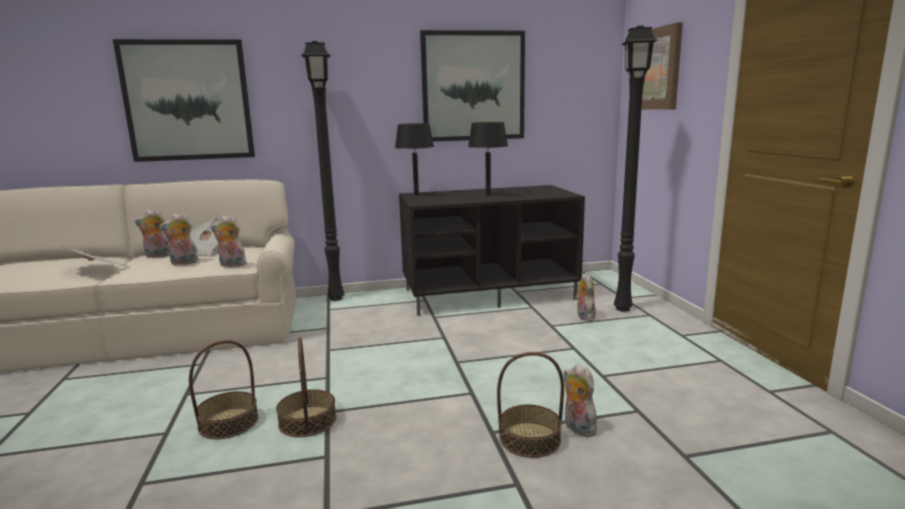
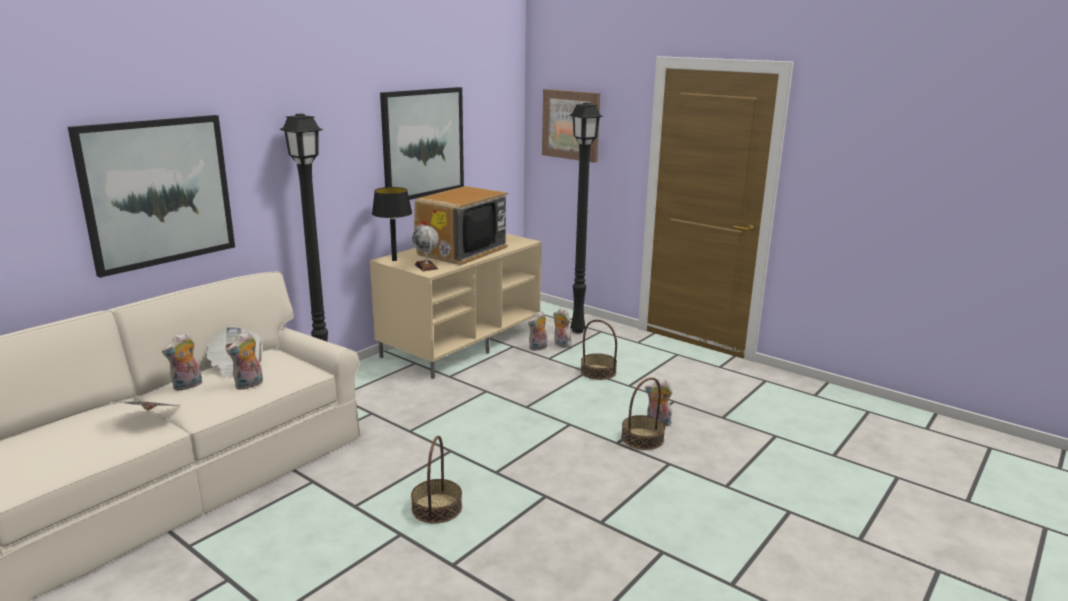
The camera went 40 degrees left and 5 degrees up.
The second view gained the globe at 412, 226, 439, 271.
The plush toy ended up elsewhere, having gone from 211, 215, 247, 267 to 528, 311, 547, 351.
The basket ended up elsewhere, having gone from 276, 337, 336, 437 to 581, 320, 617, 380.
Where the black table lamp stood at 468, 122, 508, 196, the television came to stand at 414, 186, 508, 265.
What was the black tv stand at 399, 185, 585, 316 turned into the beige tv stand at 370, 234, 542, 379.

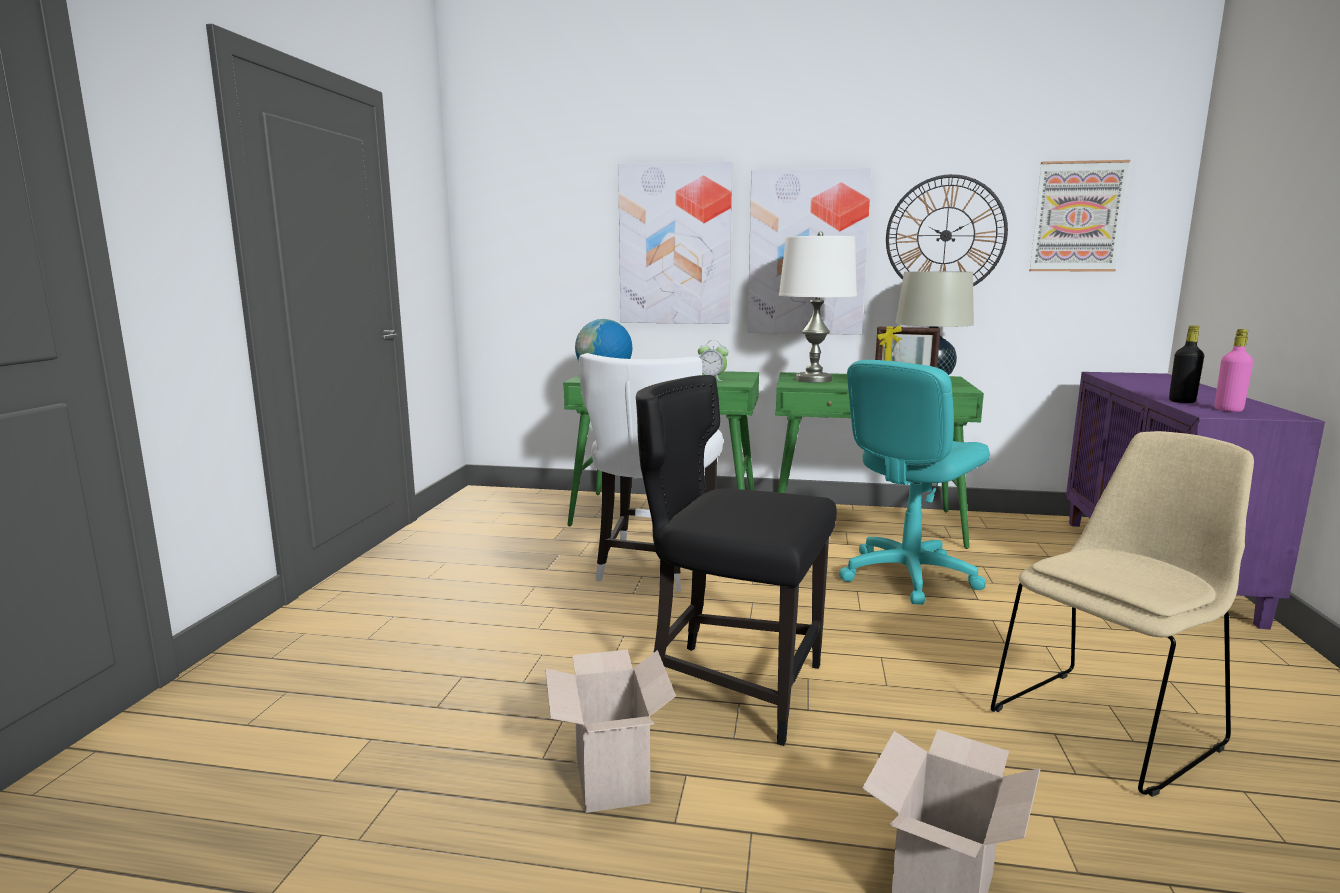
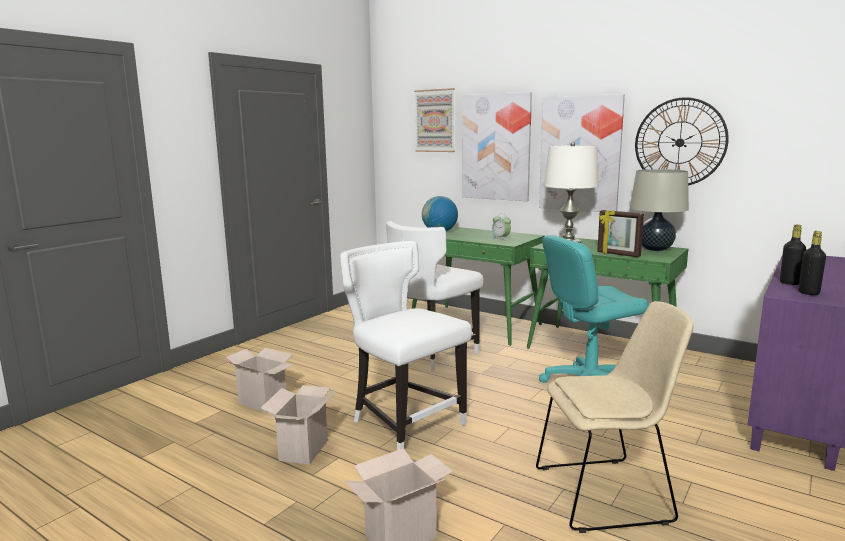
The camera went 25 degrees right and 0 degrees up.
The second view gained the cardboard box at 225, 348, 294, 413.
The picture ended up elsewhere, having gone from 1029, 160, 1130, 271 to 414, 88, 455, 152.
What was the black chair at 636, 375, 837, 746 turned into the white chair at 340, 241, 472, 450.
What was the pink bottle at 1215, 329, 1253, 412 turned into the black bottle at 799, 231, 826, 295.

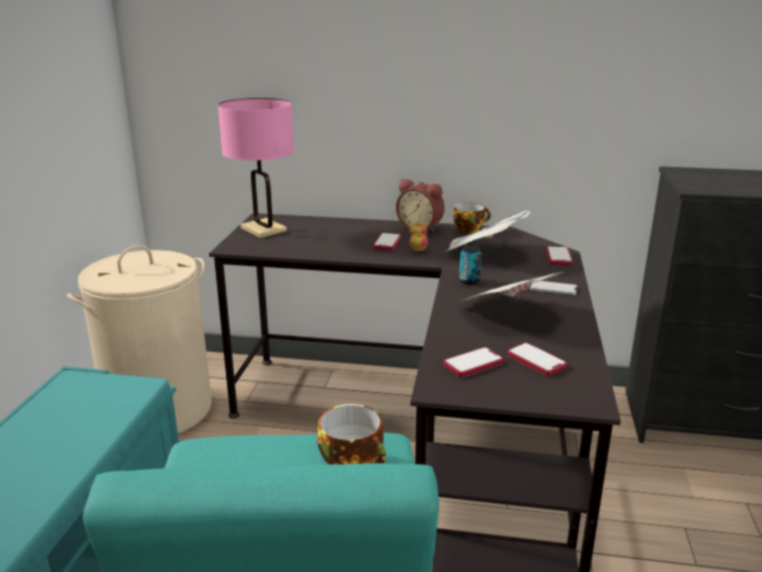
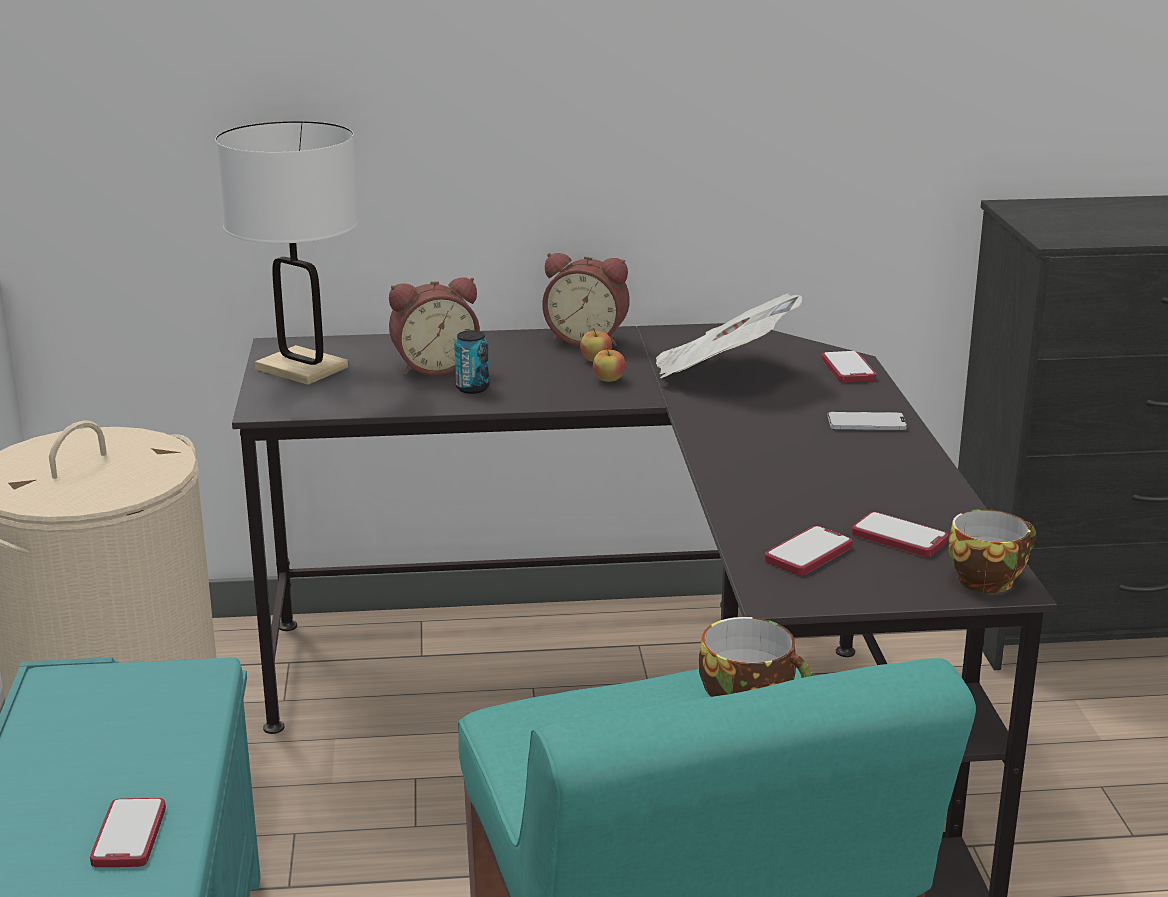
The camera went 15 degrees left and 0 degrees up.
The second view lost the newspaper at 458, 272, 564, 302.
The second view gained the alarm clock at 389, 277, 480, 376.
The phone ended up elsewhere, having gone from 373, 233, 401, 251 to 90, 798, 166, 867.
The cup ended up elsewhere, having gone from 453, 203, 491, 234 to 948, 509, 1036, 593.
The can ended up elsewhere, having gone from 459, 246, 482, 285 to 454, 330, 489, 394.
What was the pink table lamp at 218, 98, 294, 238 turned into the white table lamp at 215, 121, 359, 385.

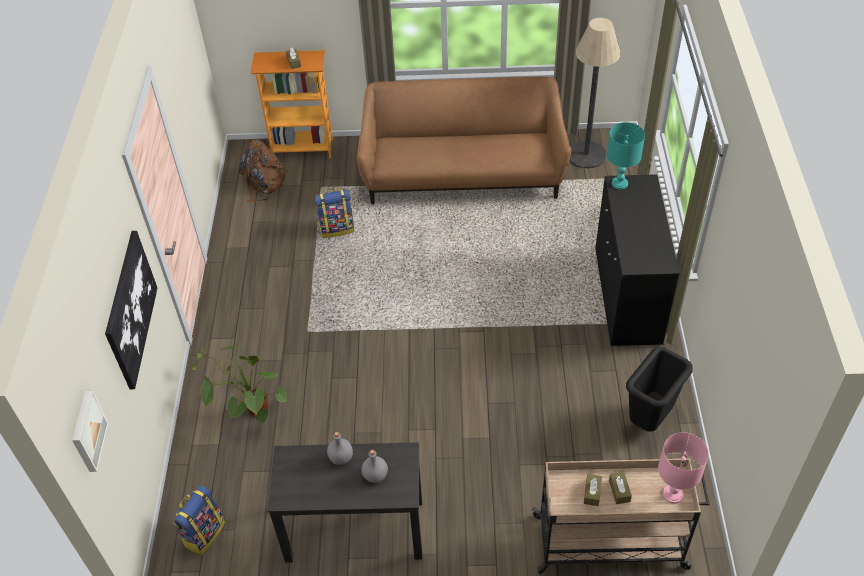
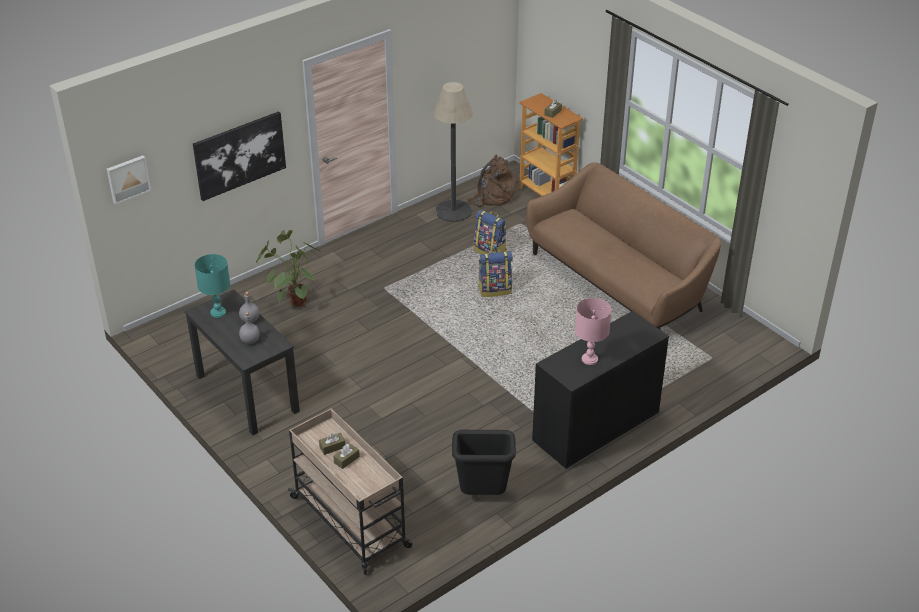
The camera went 50 degrees right and 10 degrees down.
The backpack ended up elsewhere, having gone from 173, 486, 225, 555 to 478, 250, 513, 297.
The floor lamp ended up elsewhere, having gone from 570, 18, 620, 168 to 433, 82, 473, 222.
The turquoise table lamp ended up elsewhere, having gone from 607, 122, 645, 190 to 194, 254, 230, 318.
The pink table lamp ended up elsewhere, having gone from 658, 432, 709, 504 to 575, 298, 611, 365.

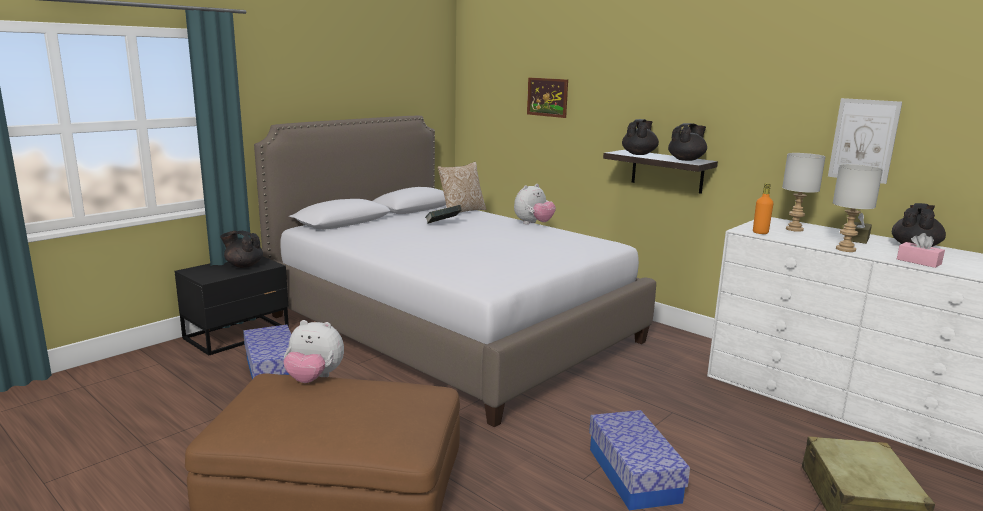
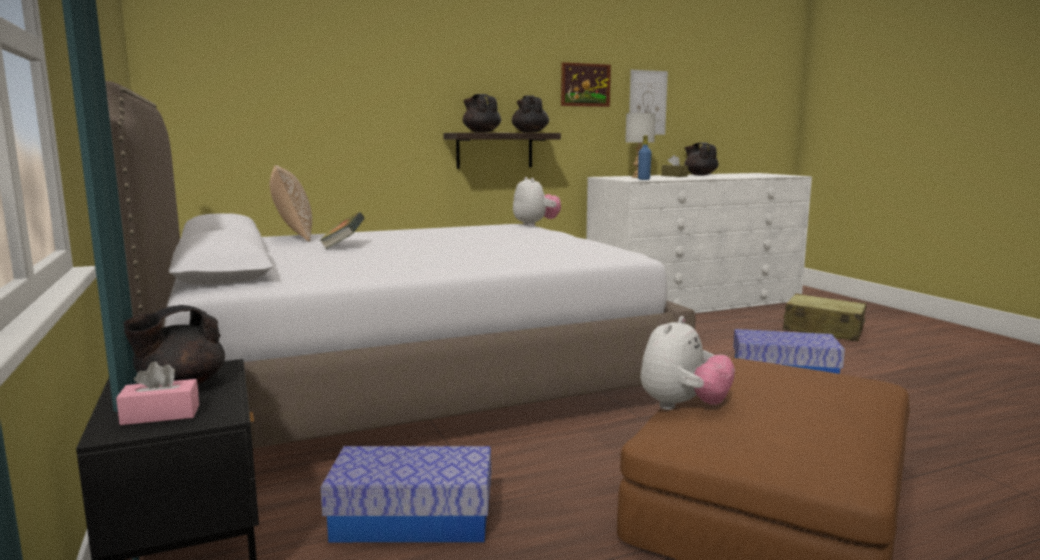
The camera went 65 degrees left and 5 degrees down.
The second view lost the grey table lamp at 833, 164, 883, 252.
The plush toy ended up elsewhere, having gone from 514, 184, 556, 224 to 513, 177, 561, 226.
The picture ended up elsewhere, having gone from 527, 77, 568, 118 to 561, 62, 611, 107.
The pink tissue box ended up elsewhere, having gone from 897, 233, 945, 268 to 116, 361, 199, 425.
What was the orange bottle at 753, 183, 774, 234 turned into the blue bottle at 638, 135, 652, 180.

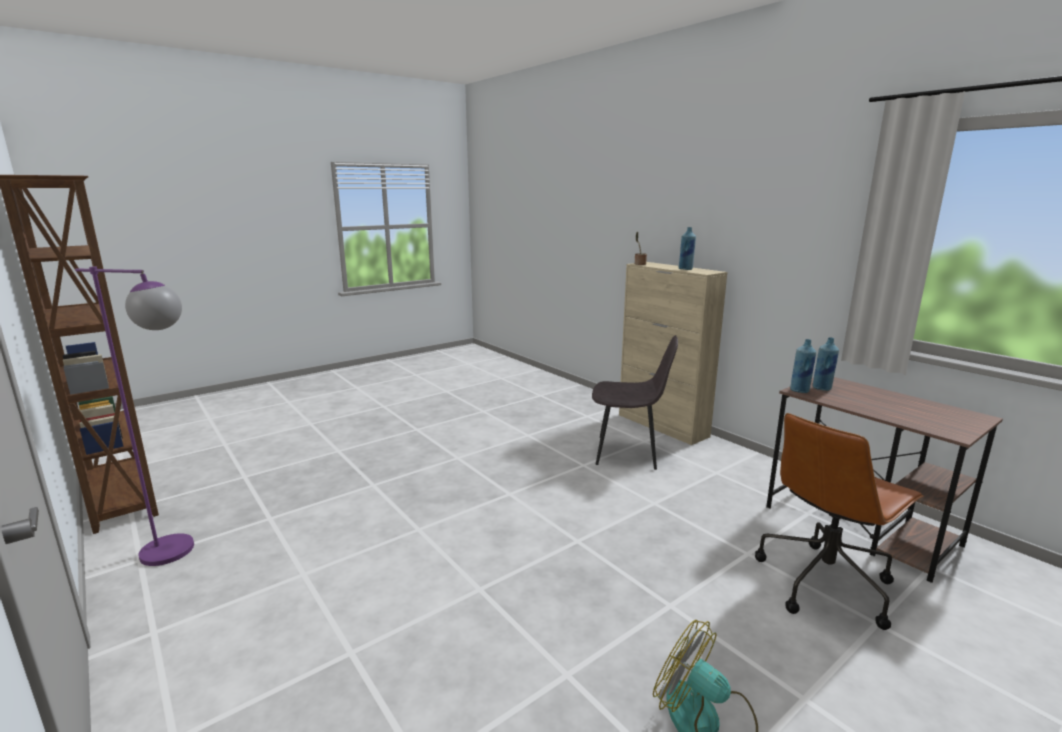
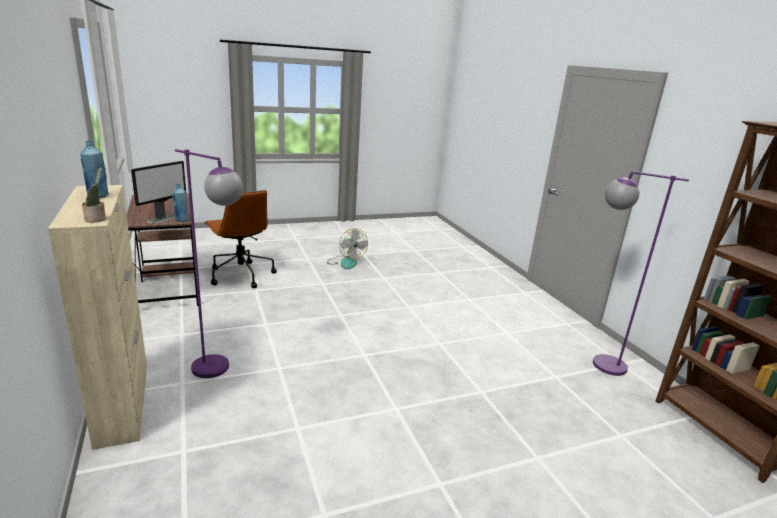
The camera went 165 degrees left and 5 degrees up.
Where the grey chair stood at 592, 335, 678, 470, the purple floor lamp came to stand at 175, 149, 243, 378.
Where the blue bottle stood at 813, 337, 839, 391, the monitor came to stand at 131, 161, 186, 224.
The brown office chair at 755, 413, 924, 630 ended up facing another way, 75 degrees clockwise from before.

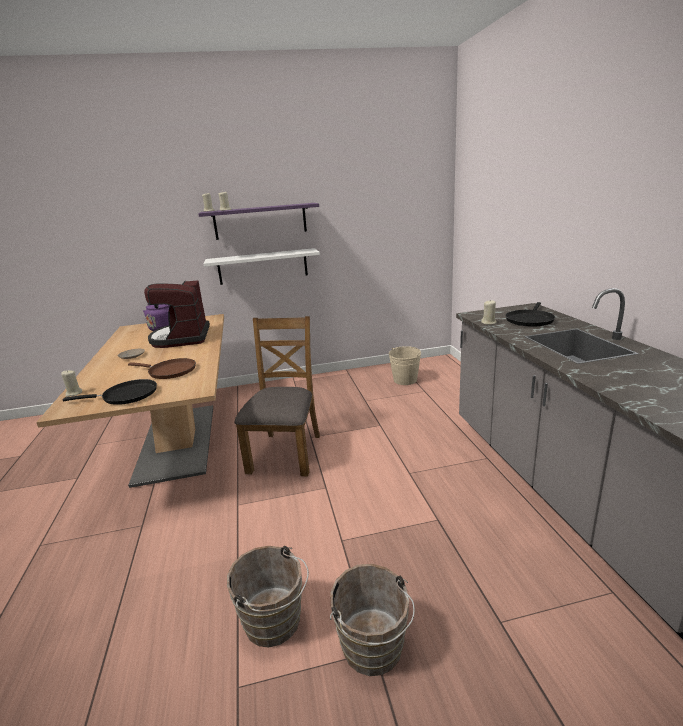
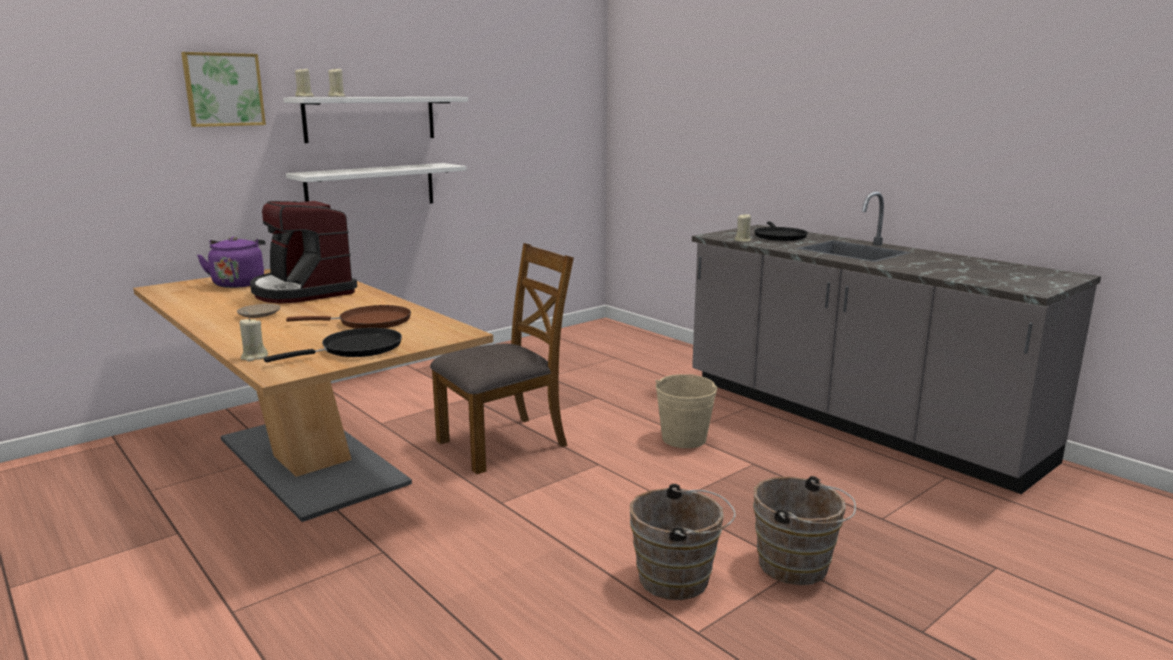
The camera went 30 degrees left and 5 degrees down.
The second view gained the picture at 181, 52, 266, 127.
The beige bucket ended up elsewhere, having gone from 389, 346, 421, 385 to 655, 374, 718, 448.
What was the purple shelf at 198, 203, 319, 240 turned into the white shelf at 283, 97, 468, 143.
The brown chair at 235, 316, 320, 476 ended up facing another way, 75 degrees clockwise from before.

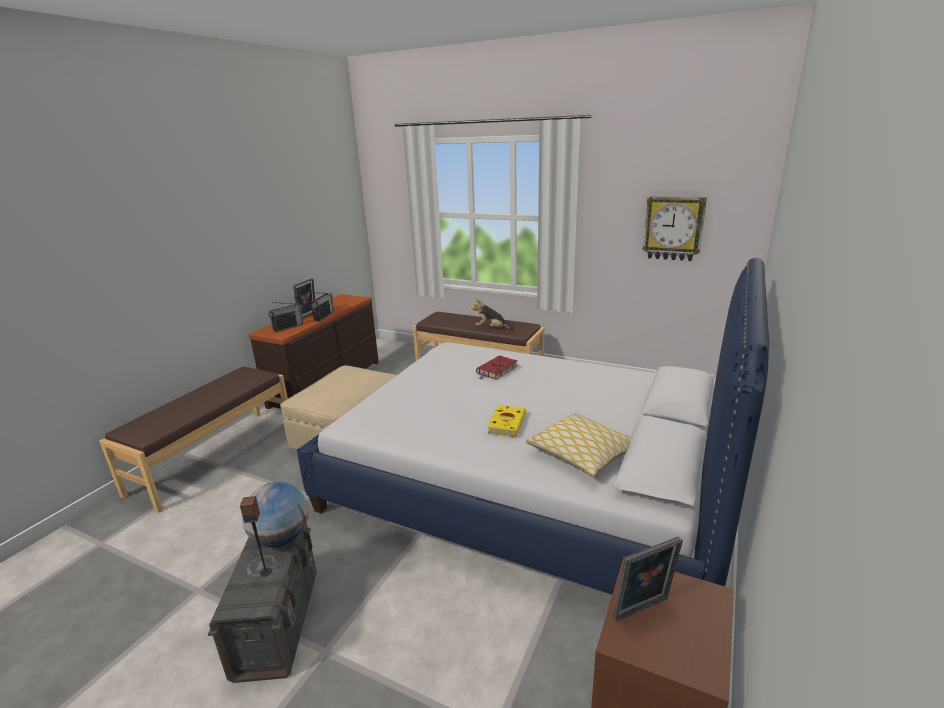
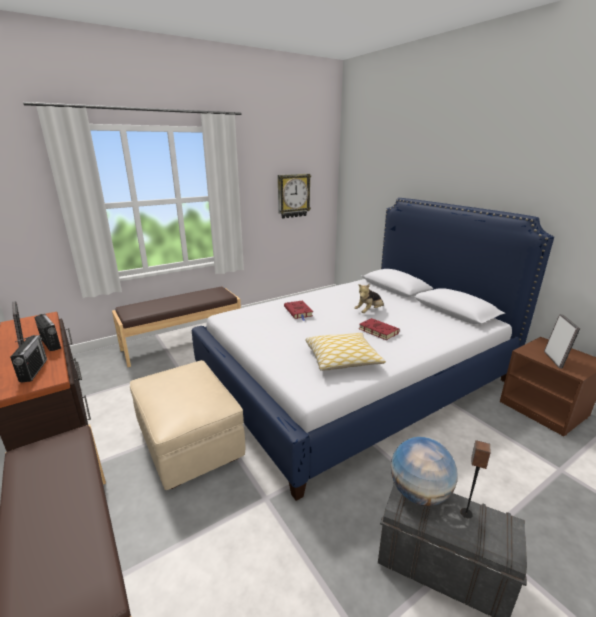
The camera went 60 degrees left and 0 degrees up.
The plush toy ended up elsewhere, having gone from 471, 298, 514, 331 to 354, 284, 384, 313.
The pillow ended up elsewhere, having gone from 526, 413, 632, 477 to 305, 333, 386, 371.
What was the yellow book at 487, 405, 526, 437 turned into the red book at 359, 318, 400, 340.

